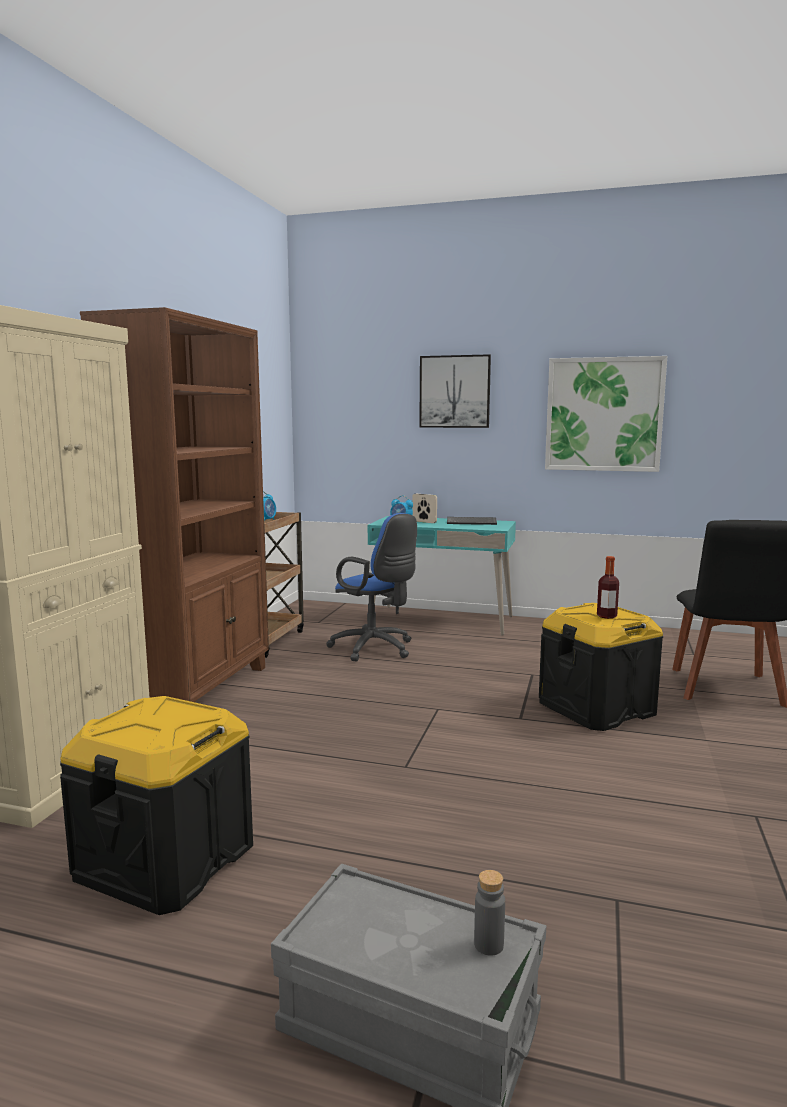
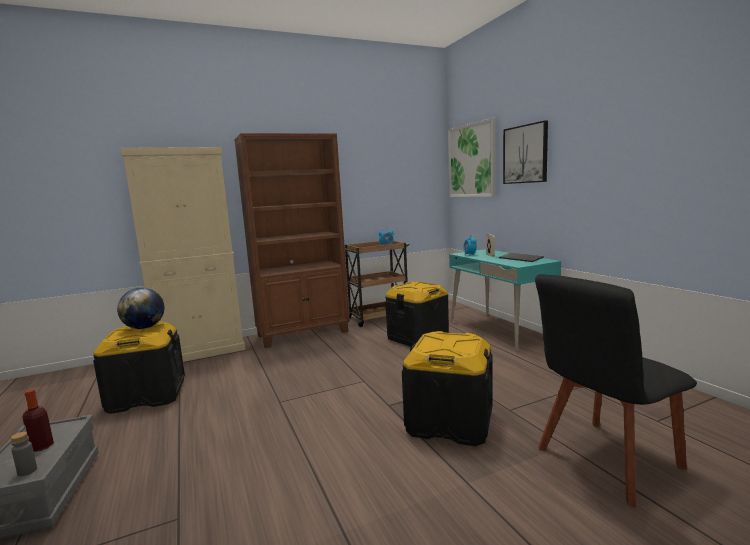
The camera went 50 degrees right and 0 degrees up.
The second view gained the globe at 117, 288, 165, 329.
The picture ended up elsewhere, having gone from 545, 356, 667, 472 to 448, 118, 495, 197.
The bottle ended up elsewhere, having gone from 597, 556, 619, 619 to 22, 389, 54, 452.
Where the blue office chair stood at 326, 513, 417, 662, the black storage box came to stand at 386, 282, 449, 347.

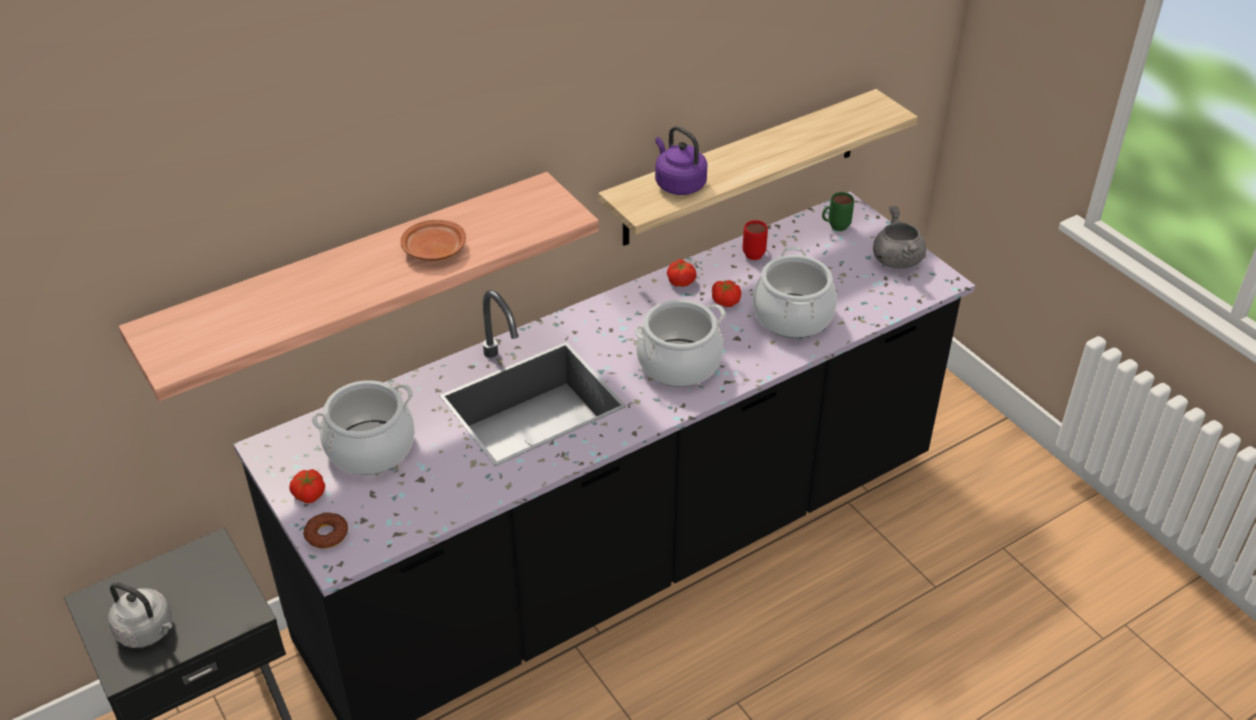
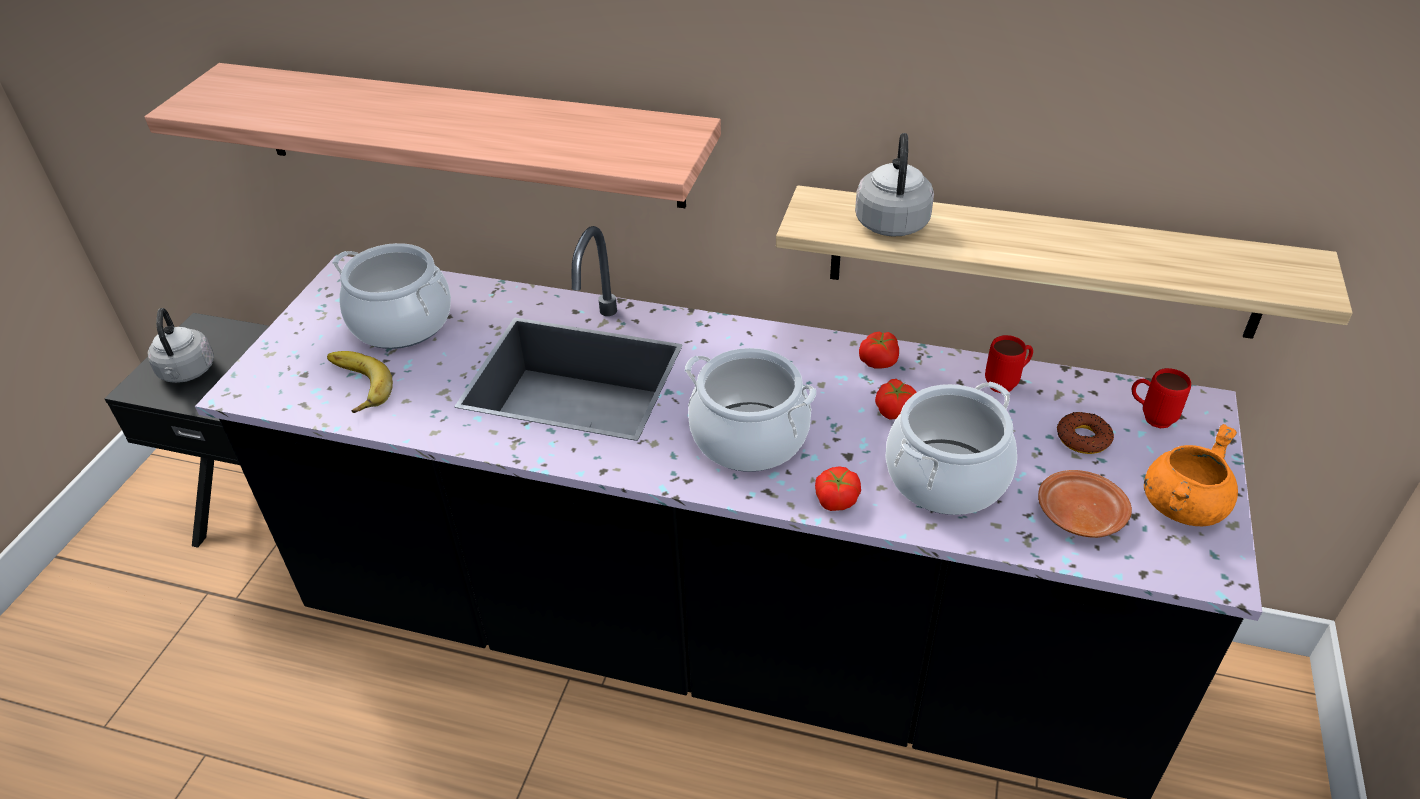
The camera went 50 degrees right and 0 degrees up.
The second view gained the banana at 327, 351, 393, 413.
The tomato ended up elsewhere, having gone from 289, 469, 325, 503 to 815, 466, 861, 511.
The donut ended up elsewhere, having gone from 303, 512, 348, 549 to 1057, 412, 1114, 454.
The brown plate ended up elsewhere, having gone from 400, 220, 466, 261 to 1038, 470, 1132, 538.
What was the purple kettle at 655, 126, 707, 195 turned into the grey kettle at 855, 133, 934, 237.
What was the green mug at 822, 192, 854, 231 turned into the red mug at 1131, 368, 1191, 428.
What was the grey cooking pot at 873, 206, 926, 269 turned into the orange cooking pot at 1144, 424, 1238, 526.

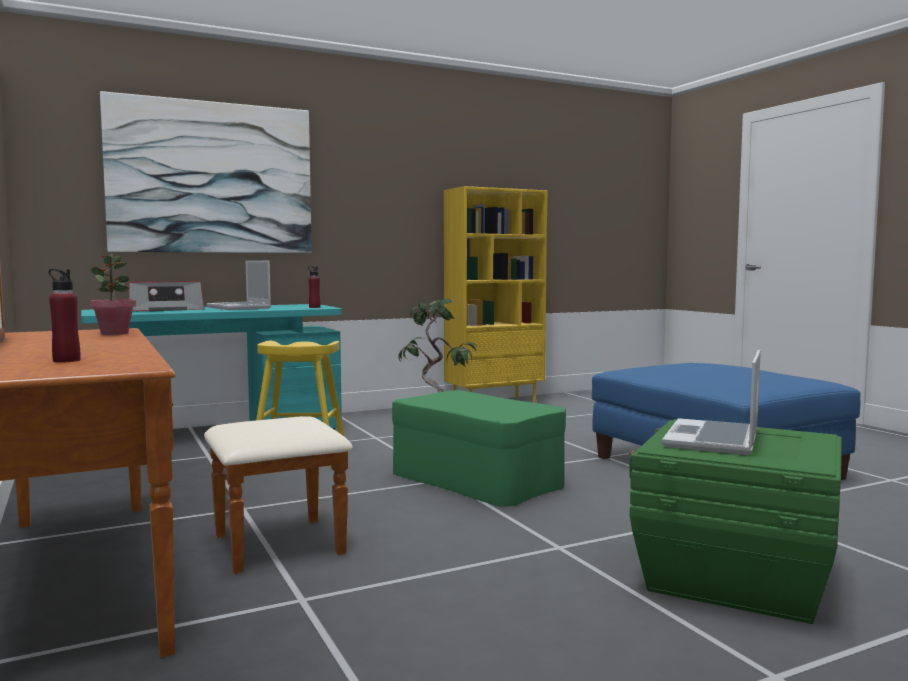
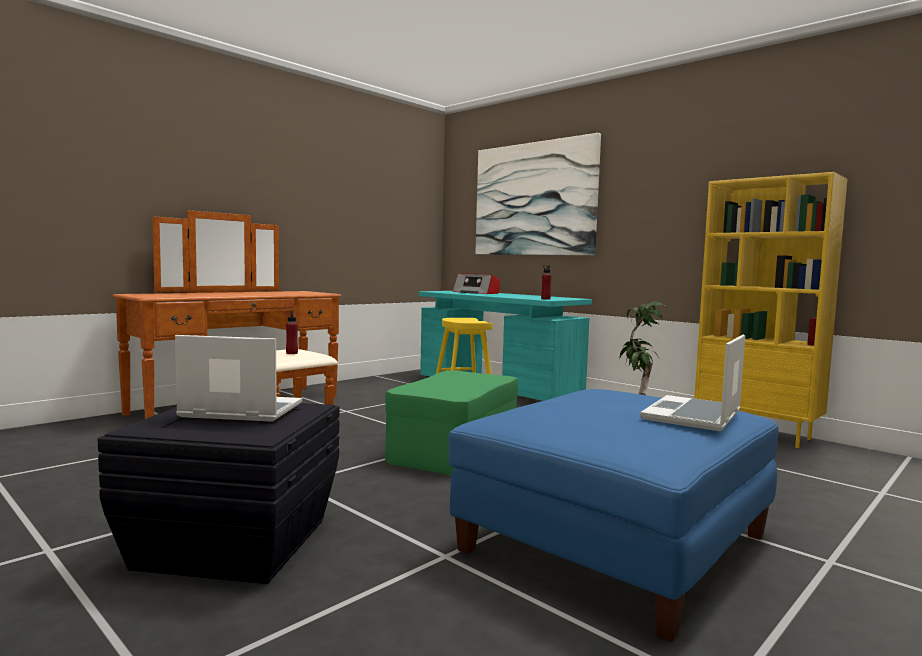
The camera went 70 degrees right and 0 degrees up.
The second view lost the potted plant at 90, 254, 136, 335.
The red bottle ended up elsewhere, having gone from 49, 269, 80, 363 to 286, 311, 298, 354.
The laptop ended up elsewhere, having gone from 206, 260, 271, 310 to 640, 335, 745, 431.
What was the green storage box at 629, 419, 842, 624 turned into the black storage box at 97, 403, 339, 584.

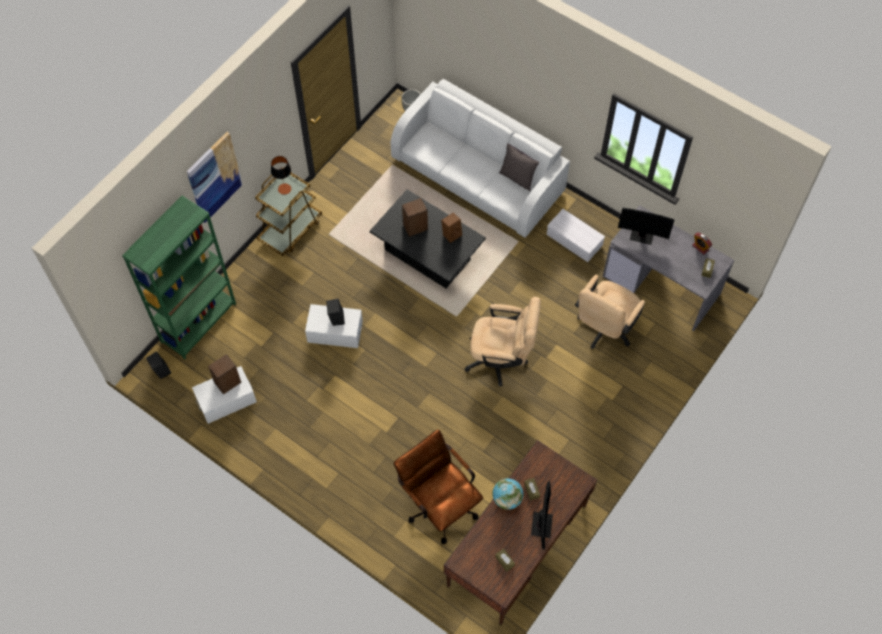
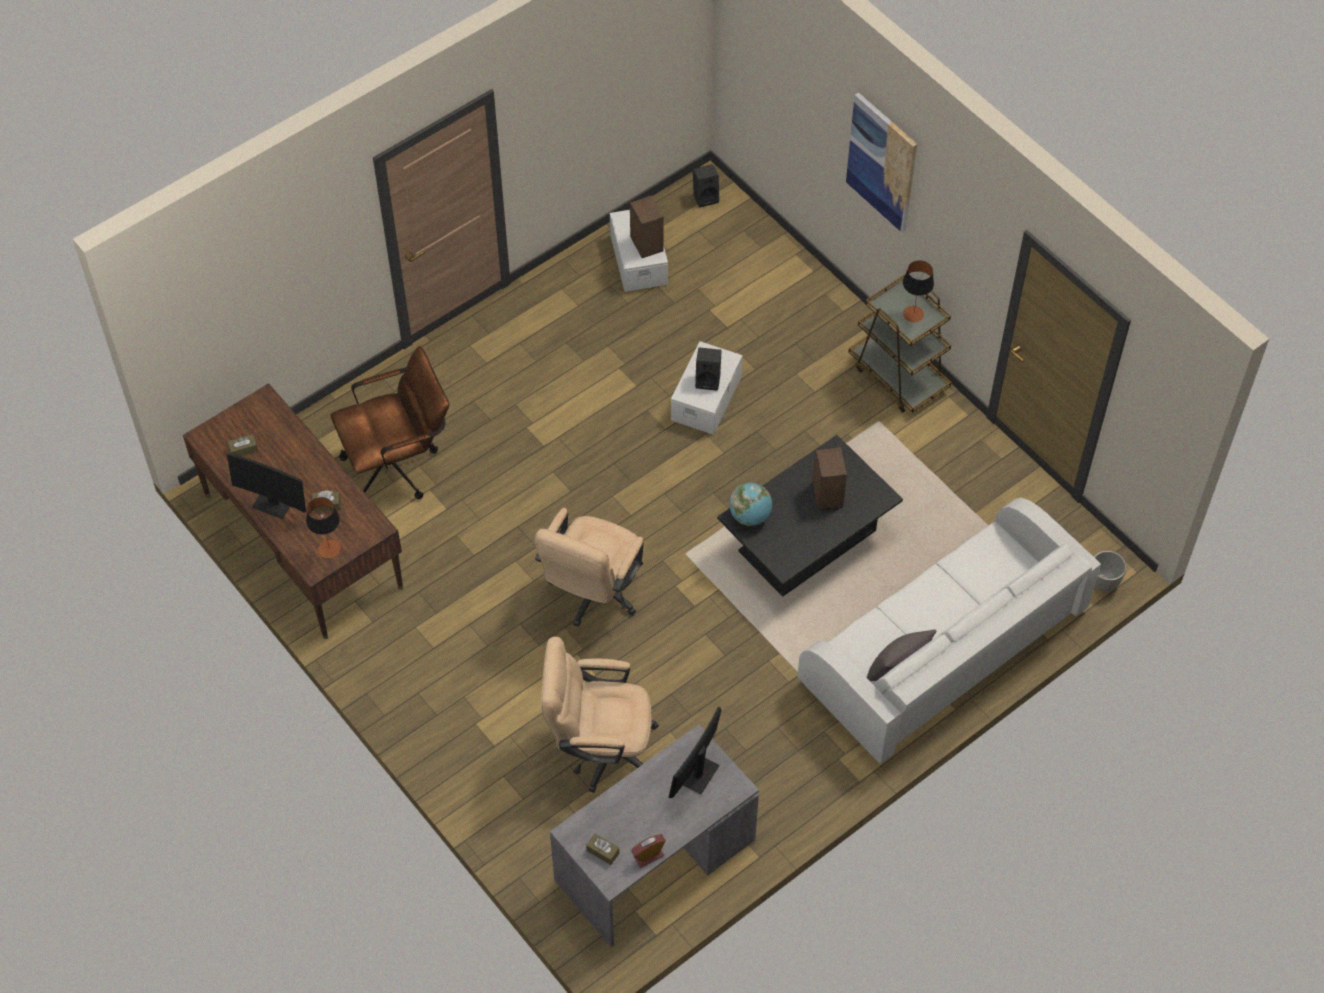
The camera went 105 degrees right and 5 degrees down.
The second view lost the green bookcase at 122, 195, 236, 359.
The second view lost the brown speaker at 441, 212, 462, 243.
The second view lost the white storage box at 547, 209, 605, 262.
The second view gained the table lamp at 306, 497, 341, 558.
The globe ended up elsewhere, having gone from 492, 478, 523, 510 to 729, 483, 772, 526.
The beige office chair at 575, 275, 645, 349 ended up facing another way, 45 degrees counterclockwise from before.

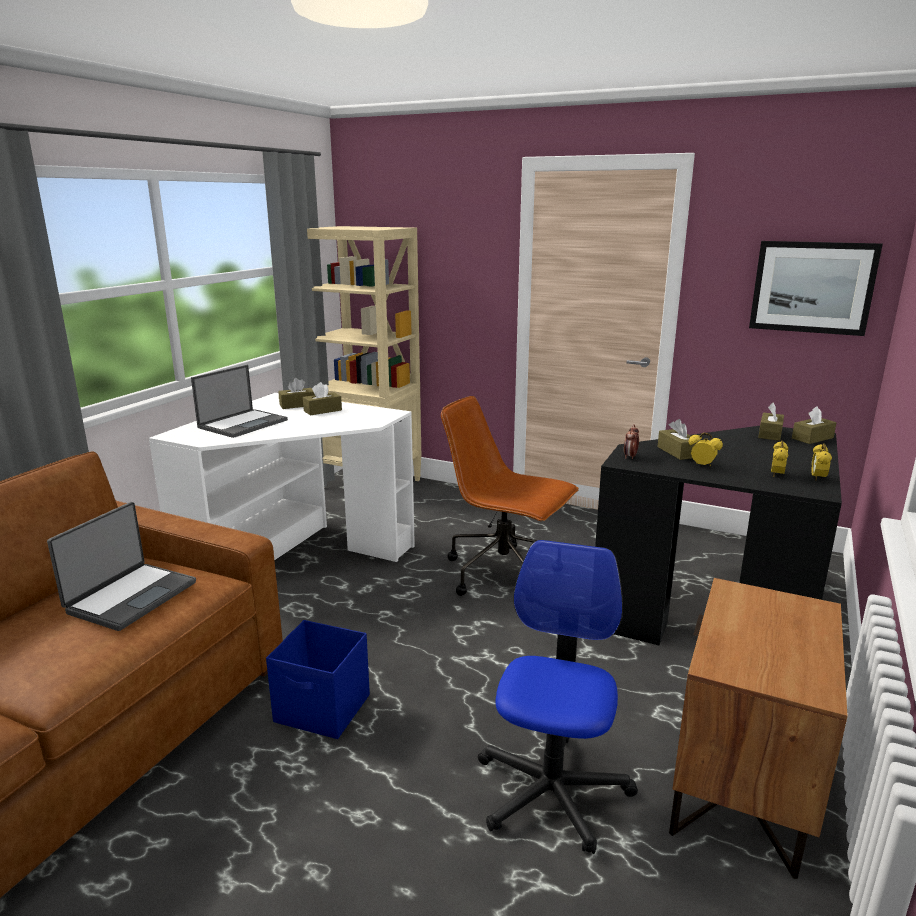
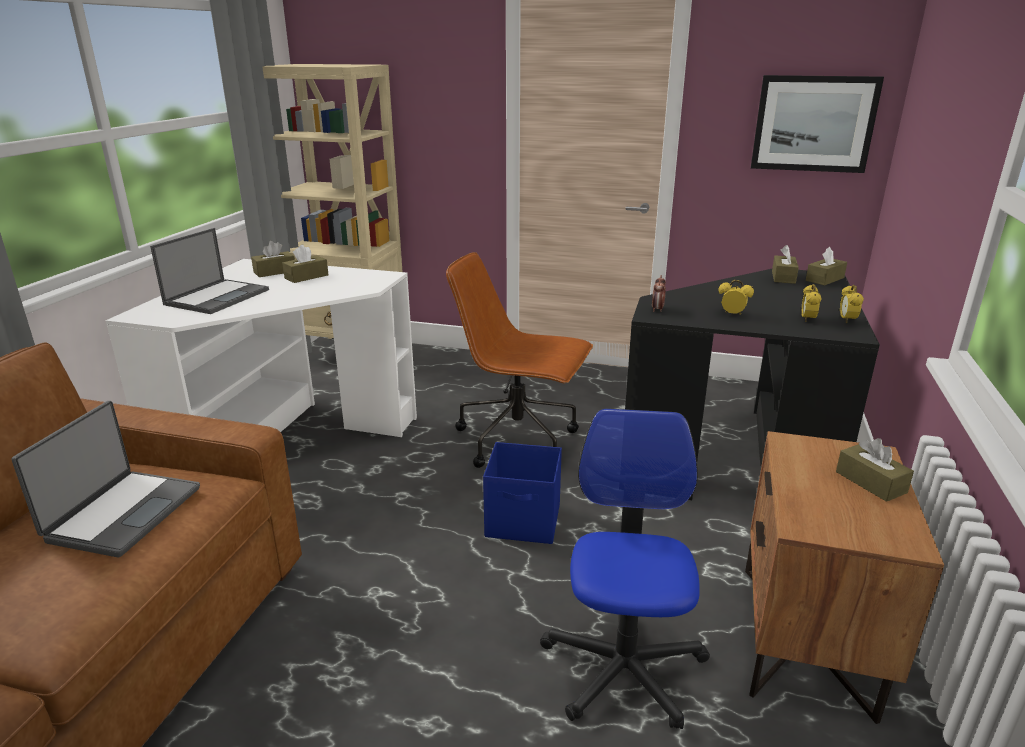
The camera went 10 degrees left and 5 degrees up.
The blue storage box ended up elsewhere, having gone from 266, 620, 370, 739 to 483, 442, 562, 544.
The brown tissue box ended up elsewhere, having gone from 657, 419, 700, 460 to 836, 438, 914, 502.

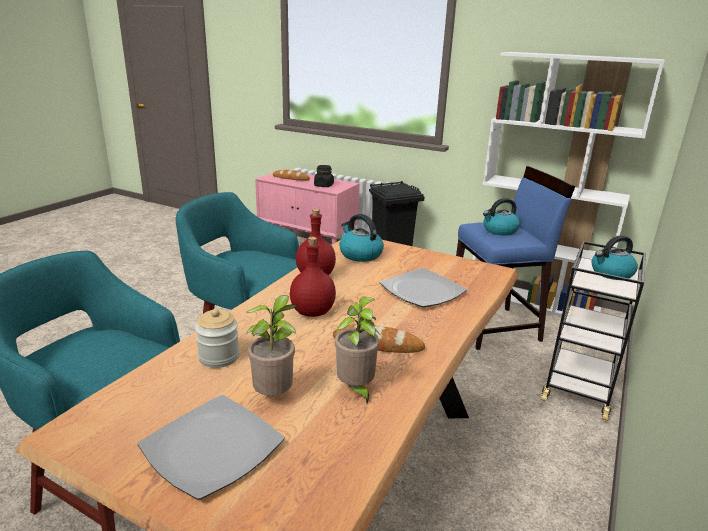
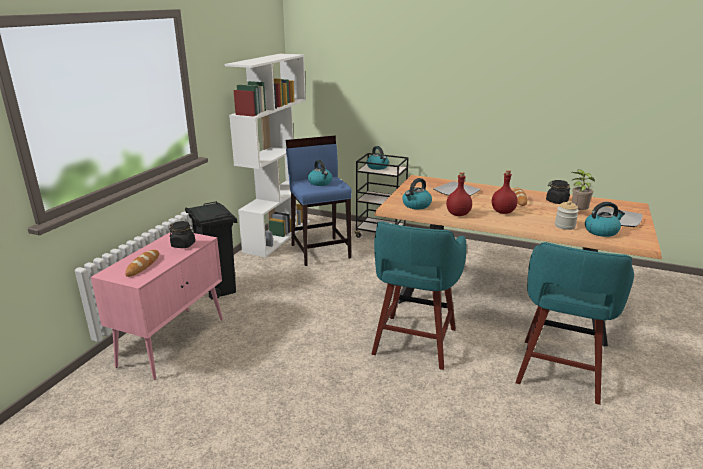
The camera went 95 degrees left and 0 degrees up.
The second view gained the kettle at 585, 202, 625, 237.
Where the potted plant stood at 335, 297, 380, 403, the black jar came to stand at 546, 180, 570, 204.

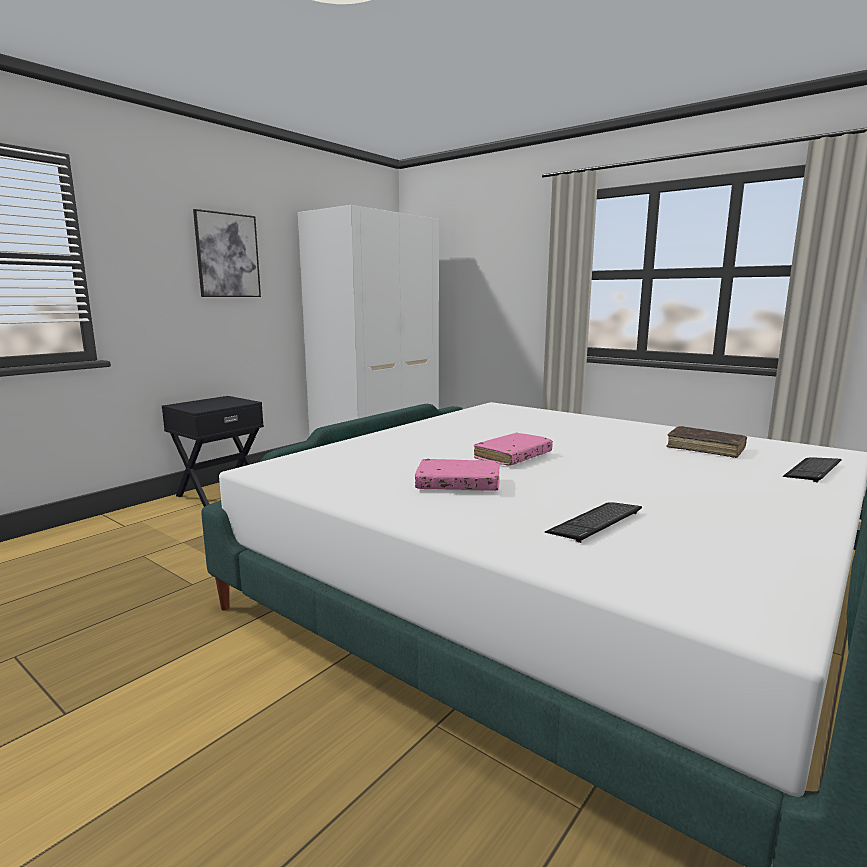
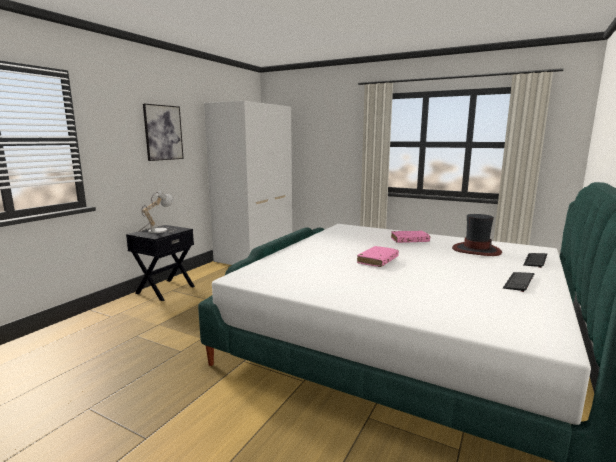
The camera went 10 degrees left and 0 degrees up.
The second view gained the table lamp at 139, 191, 176, 233.
The pink book ended up elsewhere, having gone from 415, 459, 500, 491 to 391, 231, 430, 243.
The keyboard ended up elsewhere, having gone from 545, 502, 642, 543 to 503, 272, 535, 292.
Where the brown book stood at 666, 426, 747, 458, the hat came to stand at 452, 214, 502, 256.

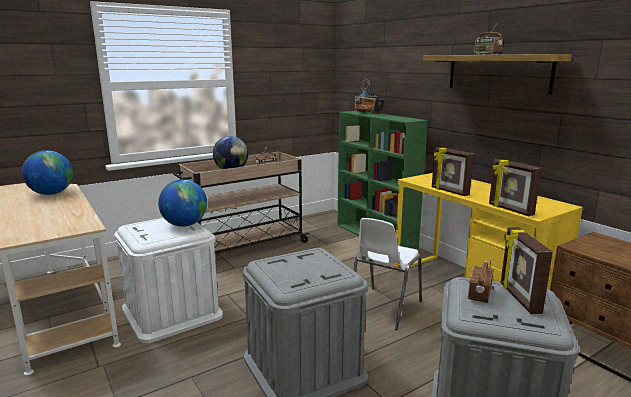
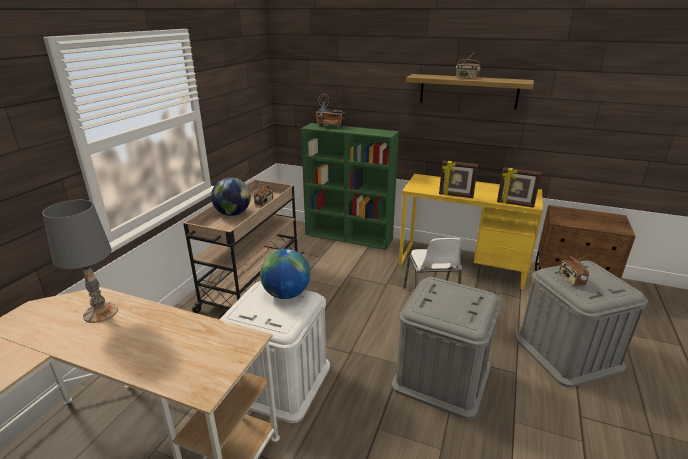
The camera went 35 degrees left and 10 degrees up.
The second view lost the picture frame at 501, 227, 553, 314.
Where the globe stood at 22, 150, 73, 195, the grey table lamp came to stand at 42, 200, 118, 323.

